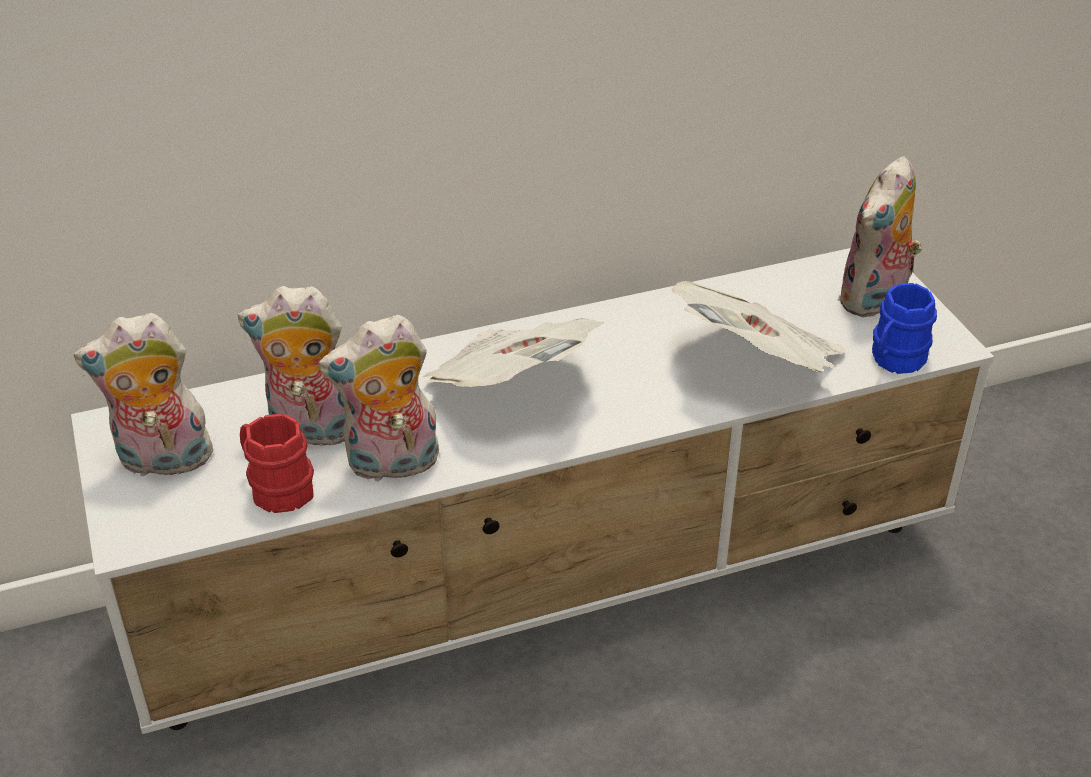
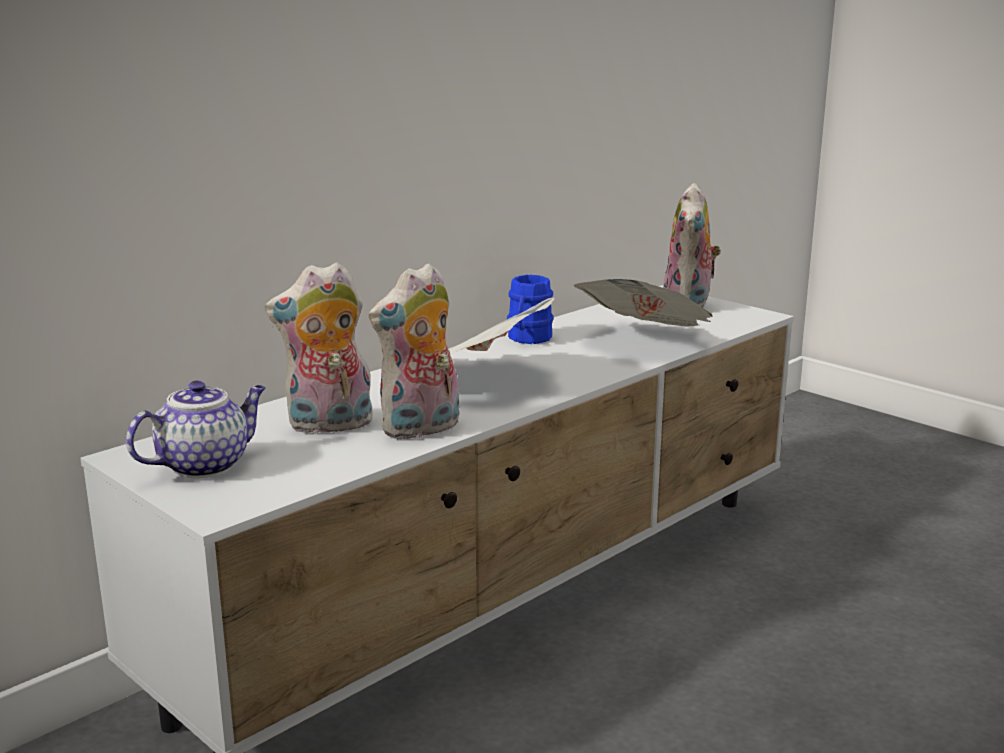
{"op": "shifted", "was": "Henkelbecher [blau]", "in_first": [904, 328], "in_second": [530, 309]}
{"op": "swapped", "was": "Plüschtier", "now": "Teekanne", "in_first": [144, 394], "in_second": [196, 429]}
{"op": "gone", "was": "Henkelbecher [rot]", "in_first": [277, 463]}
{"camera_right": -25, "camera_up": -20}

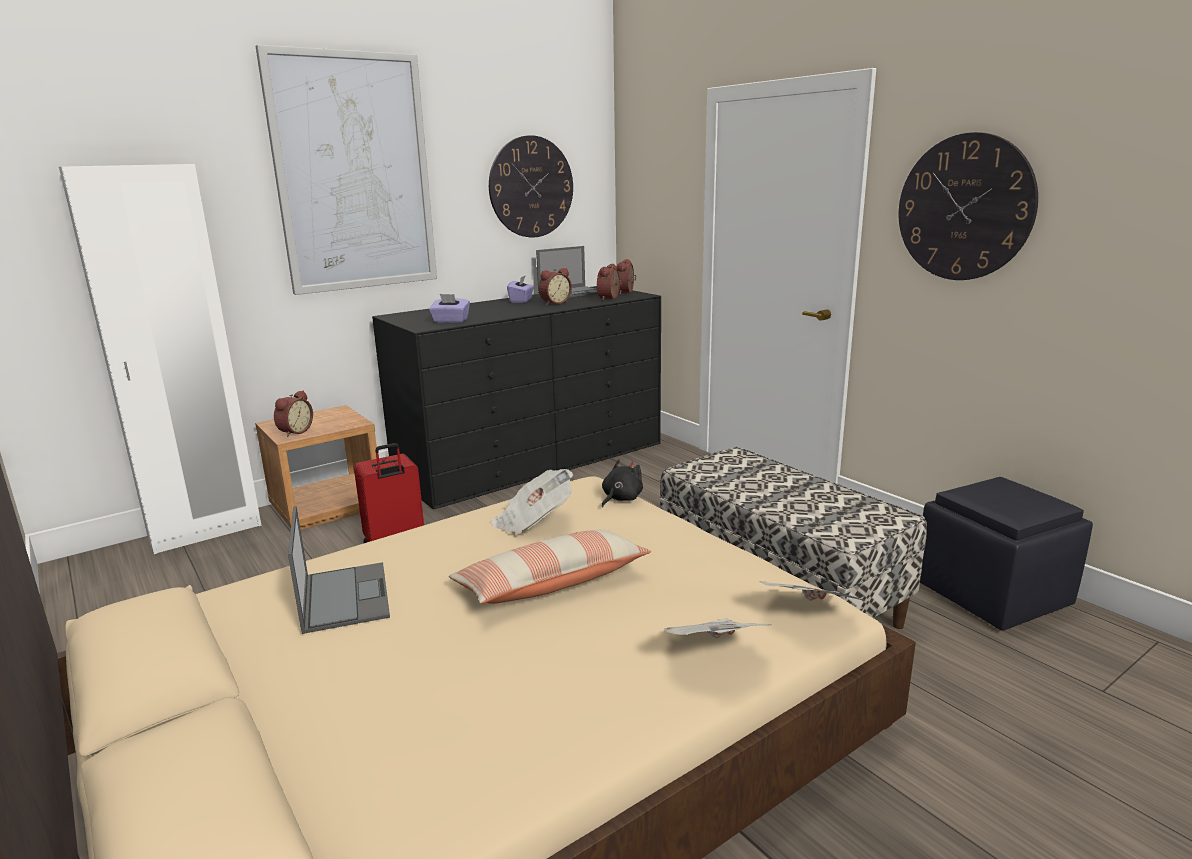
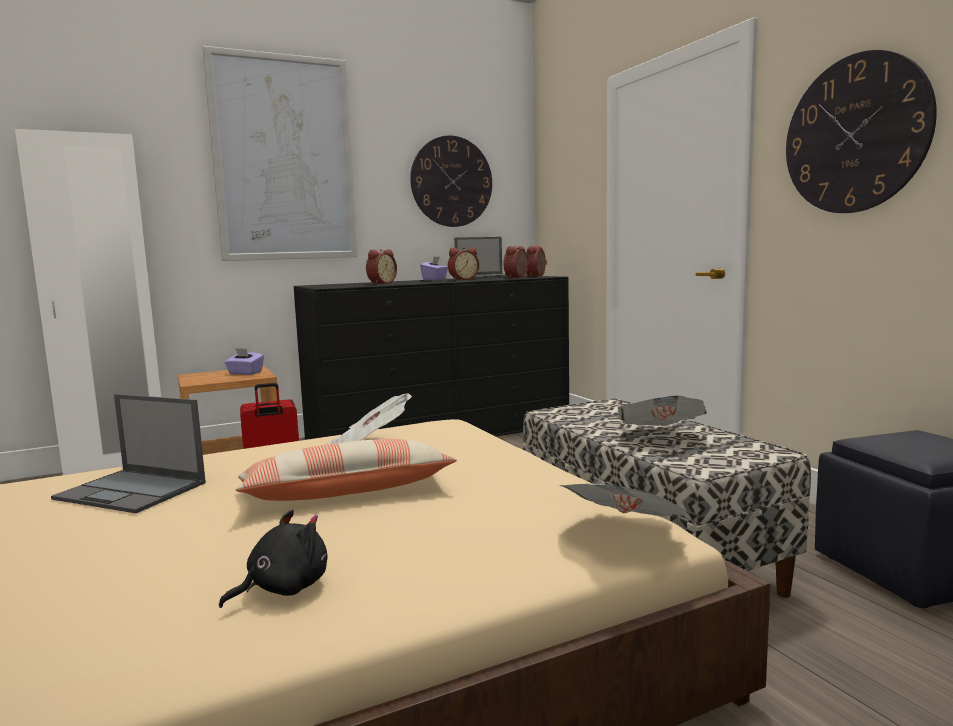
{"op": "shifted", "was": "Taschentuchbox [lila]", "in_first": [449, 308], "in_second": [244, 361]}
{"op": "shifted", "was": "Wecker", "in_first": [293, 413], "in_second": [381, 266]}
{"op": "shifted", "was": "Plüschtier [schwarz]", "in_first": [622, 484], "in_second": [273, 559]}
{"op": "rotated", "was": "Laptop", "in_first": [339, 570], "in_second": [128, 453], "clockwise": 120}
{"op": "shifted", "was": "Zeitung", "in_first": [716, 628], "in_second": [662, 411]}
{"camera_right": 10, "camera_up": -10}

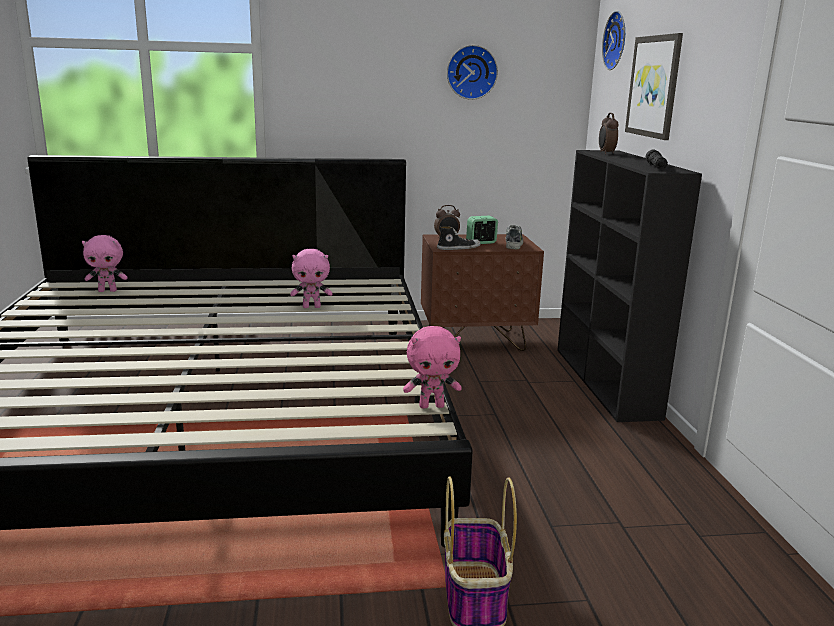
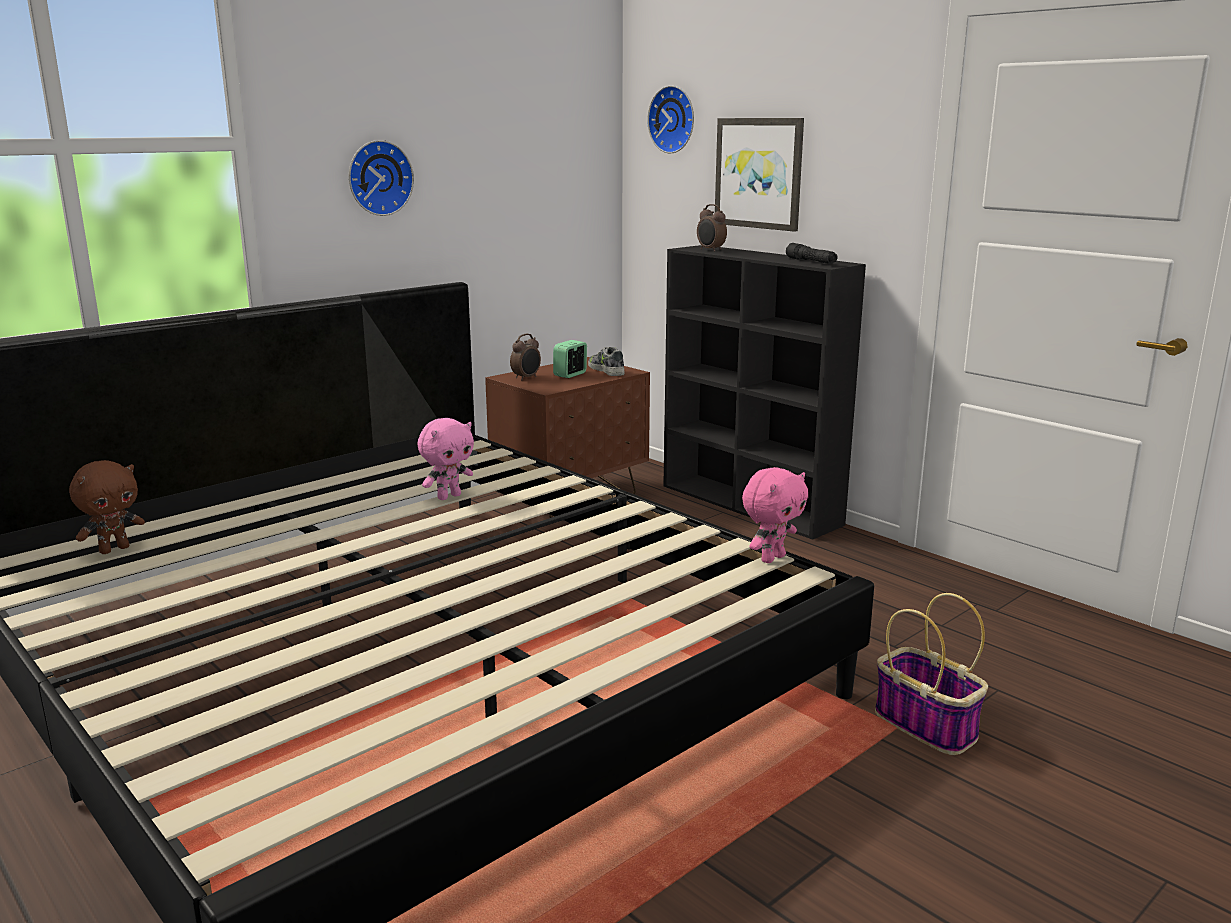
{"op": "shifted", "was": "Wanduhr", "in_first": [472, 72], "in_second": [381, 178]}
{"op": "gone", "was": "Schuh", "in_first": [459, 238]}
{"op": "repainted", "was": "Plüschtier [rosa]", "now": "Plüschtier [braun]", "in_first": [104, 263], "in_second": [107, 507]}
{"camera_right": -35, "camera_up": 0}

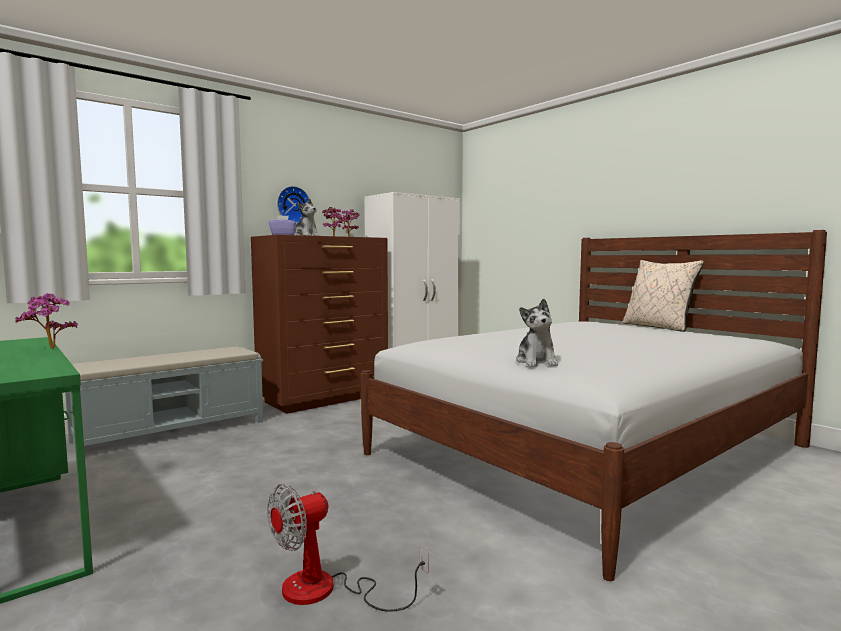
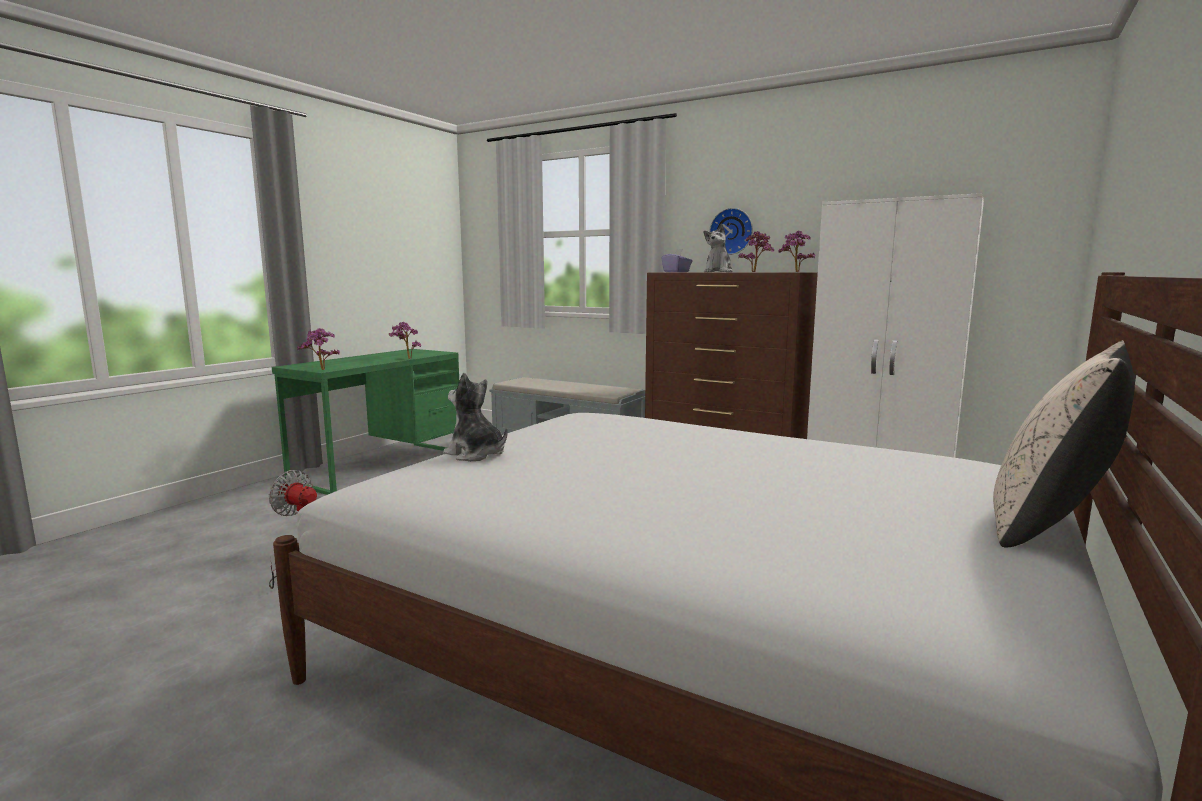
{"op": "rotated", "was": "Plüschtier", "in_first": [537, 332], "in_second": [475, 417], "clockwise": 60}
{"op": "new", "now": "Topfpflanze", "in_second": [318, 349]}
{"camera_right": 70, "camera_up": 5}

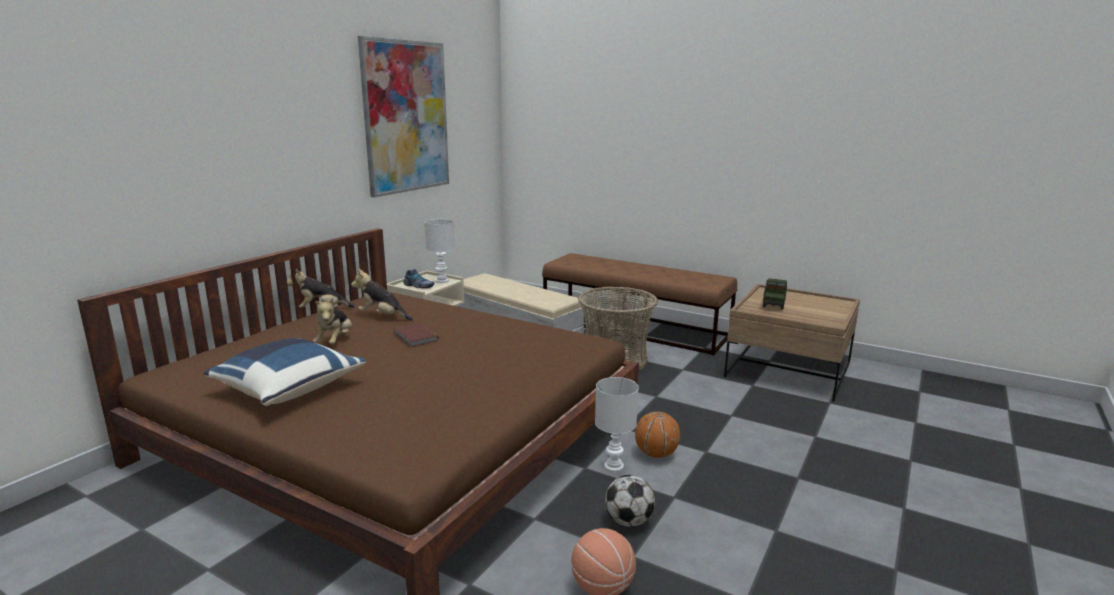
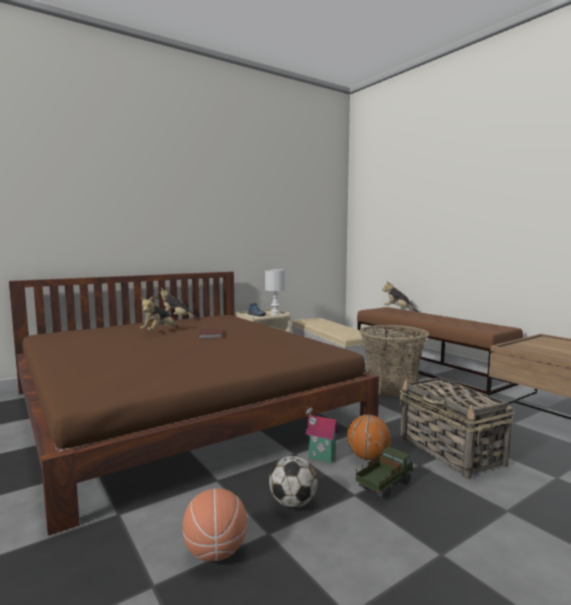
{"op": "gone", "was": "Bild", "in_first": [403, 117]}
{"op": "shifted", "was": "Plüschtier", "in_first": [382, 295], "in_second": [400, 296]}
{"op": "shifted", "was": "Spielzeuglaster", "in_first": [775, 293], "in_second": [385, 473]}
{"op": "gone", "was": "Kissen [blau]", "in_first": [284, 372]}
{"op": "swapped", "was": "Tischlampe [weiß]", "now": "Spielzeughaus", "in_first": [617, 424], "in_second": [322, 435]}
{"op": "new", "now": "Korb", "in_second": [456, 428]}
{"camera_right": 25, "camera_up": -10}

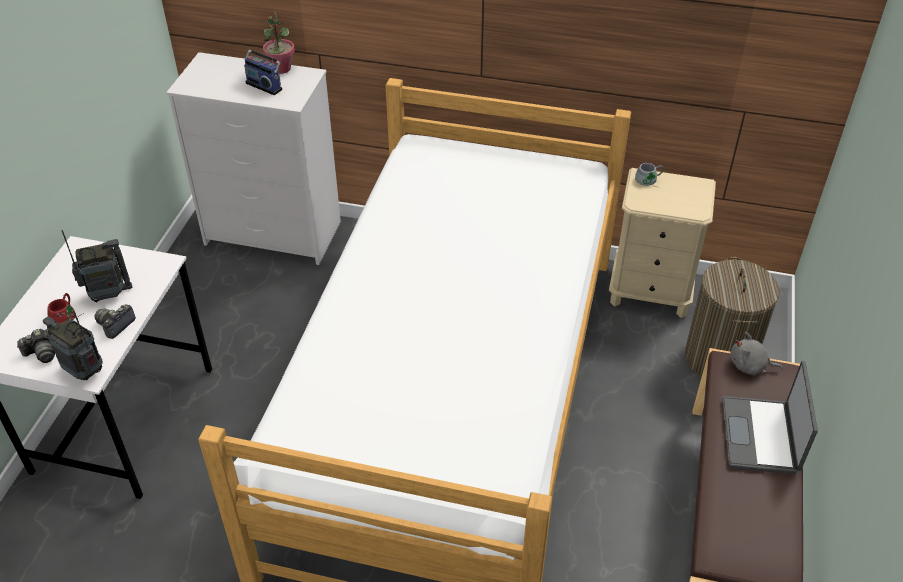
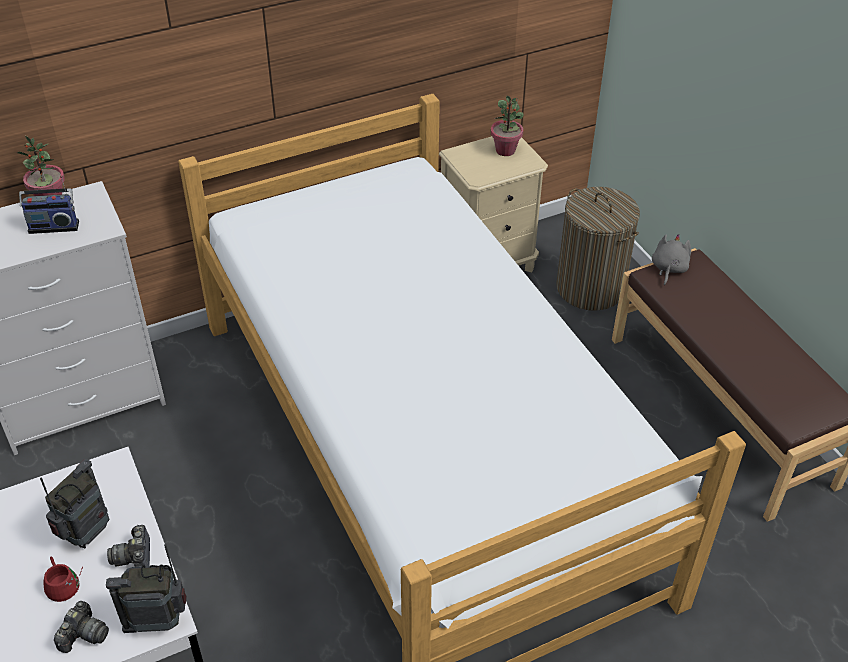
{"op": "gone", "was": "Henkelbecher [grau]", "in_first": [649, 175]}
{"op": "rotated", "was": "Plüschtier [grau]", "in_first": [756, 353], "in_second": [671, 259], "clockwise": 135}
{"op": "gone", "was": "Laptop", "in_first": [770, 417]}
{"op": "new", "now": "Topfpflanze", "in_second": [507, 126]}
{"camera_right": -40, "camera_up": 0}

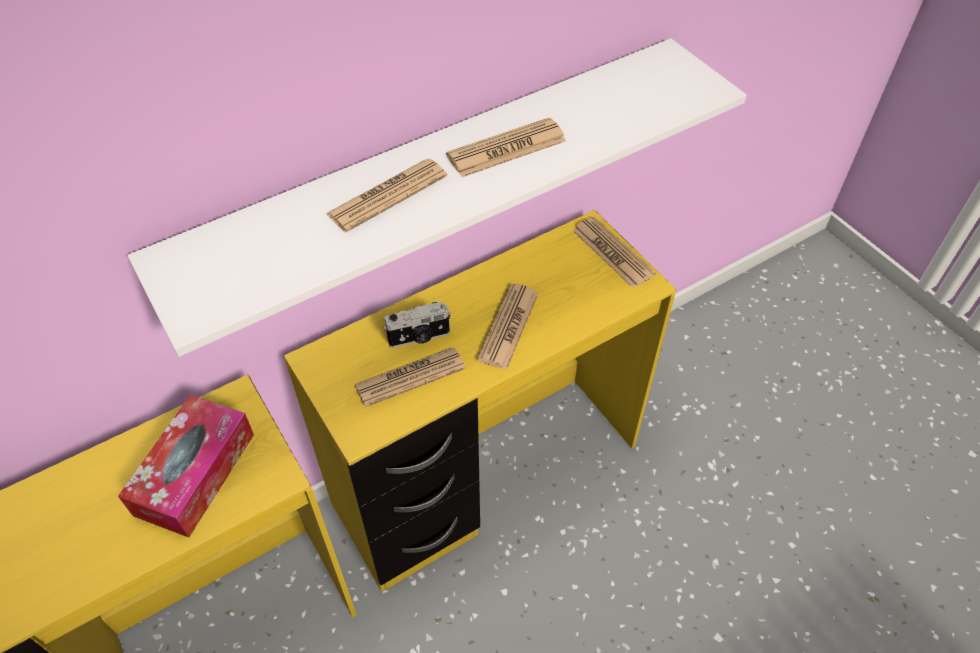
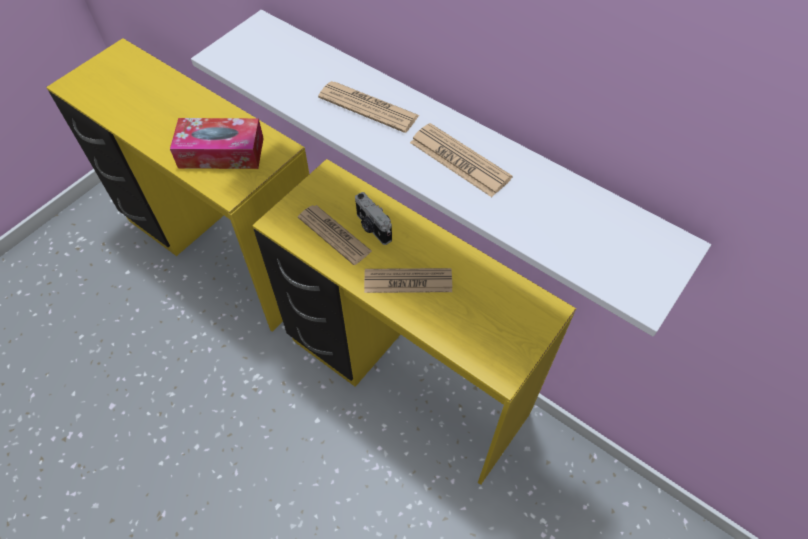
{"op": "gone", "was": "Zeitung", "in_first": [614, 252]}
{"camera_right": 70, "camera_up": 5}

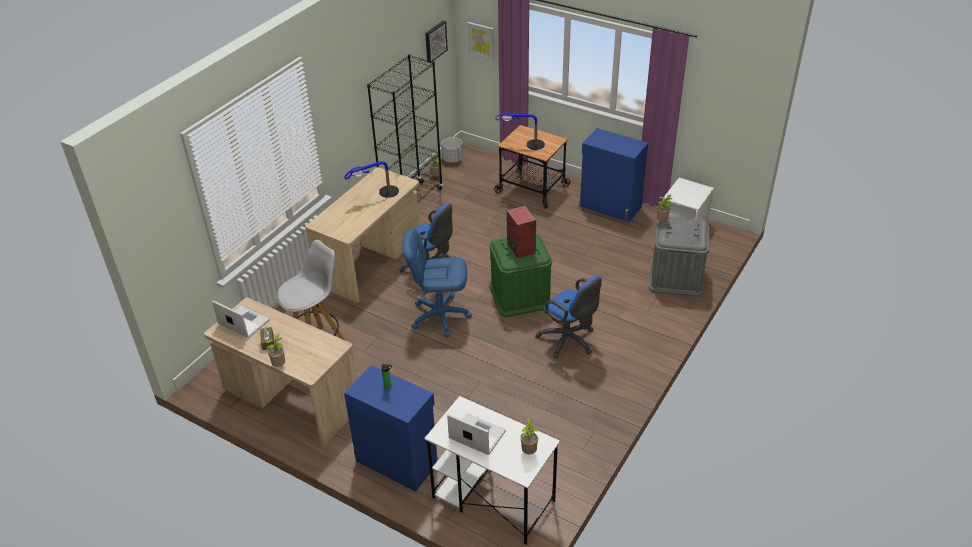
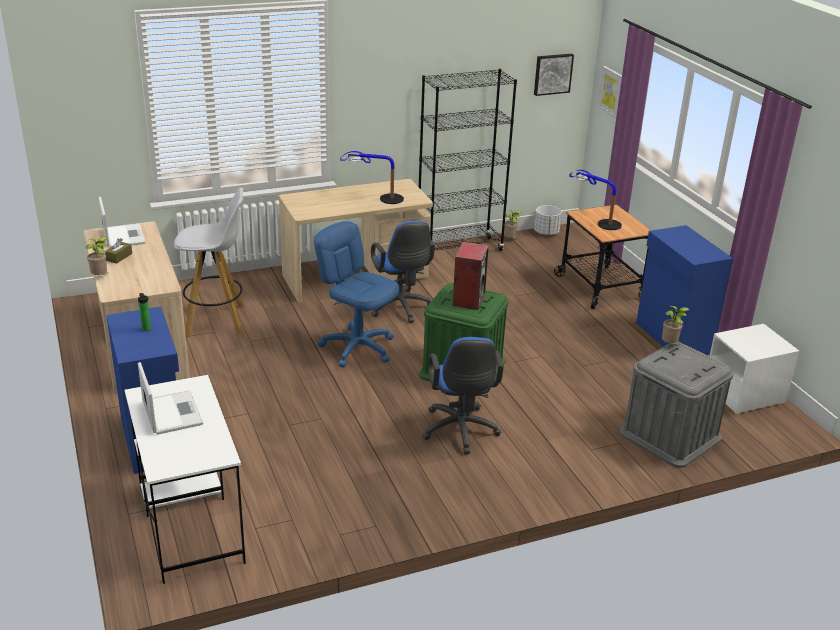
{"op": "gone", "was": "Topfpflanze", "in_first": [529, 436]}
{"camera_right": 35, "camera_up": -10}

